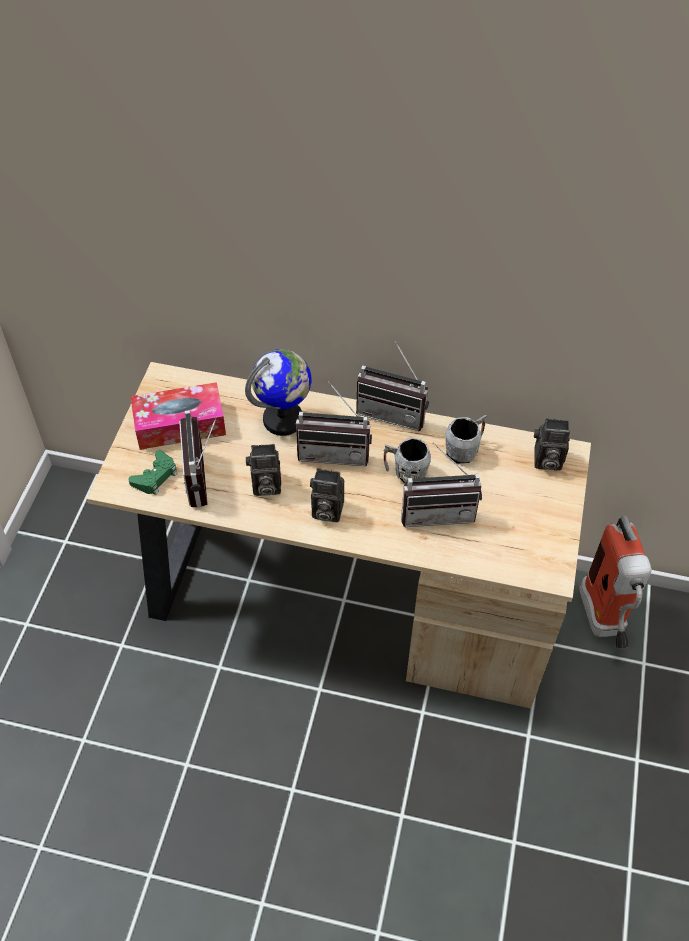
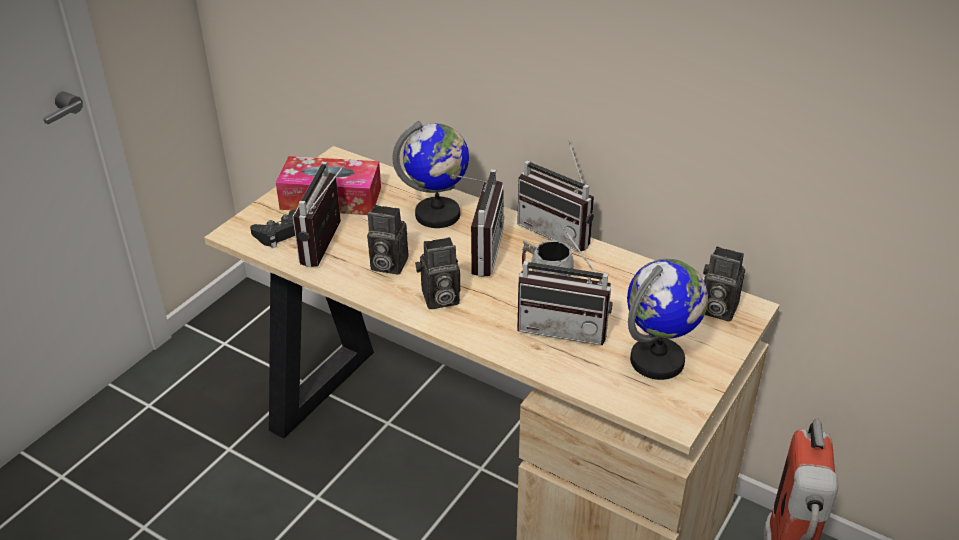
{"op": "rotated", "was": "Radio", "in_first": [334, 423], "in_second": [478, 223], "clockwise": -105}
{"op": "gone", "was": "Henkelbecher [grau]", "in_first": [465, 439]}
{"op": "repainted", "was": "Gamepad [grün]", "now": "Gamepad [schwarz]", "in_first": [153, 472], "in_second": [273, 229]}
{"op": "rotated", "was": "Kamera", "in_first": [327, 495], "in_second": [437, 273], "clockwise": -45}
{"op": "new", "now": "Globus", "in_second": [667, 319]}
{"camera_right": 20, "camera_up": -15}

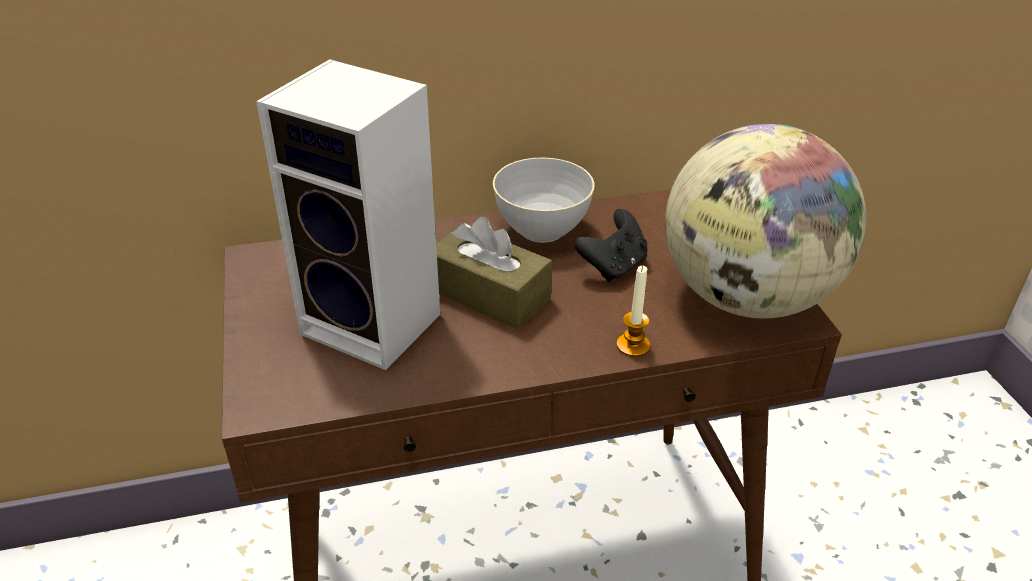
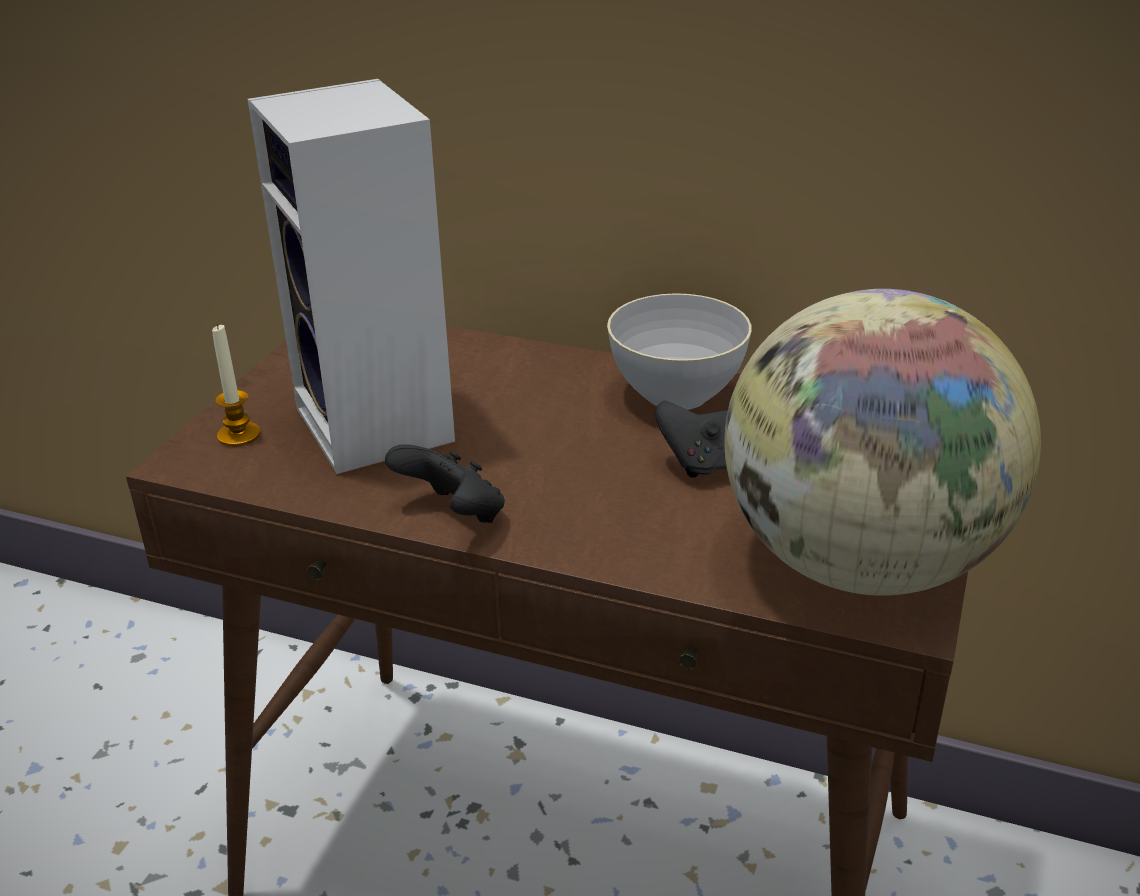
{"op": "gone", "was": "Taschentuchbox [braun]", "in_first": [494, 273]}
{"op": "shifted", "was": "Kerze", "in_first": [633, 311], "in_second": [236, 385]}
{"op": "new", "now": "Gamepad [schwarz]", "in_second": [445, 483]}
{"camera_right": 35, "camera_up": -5}

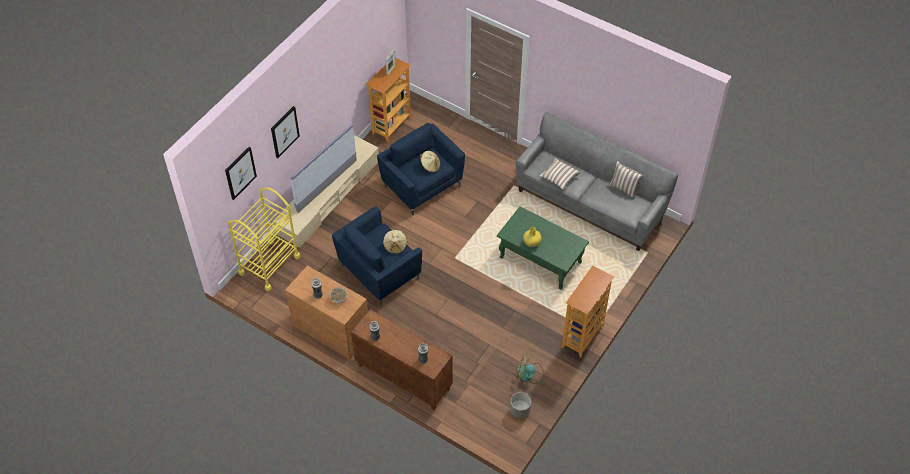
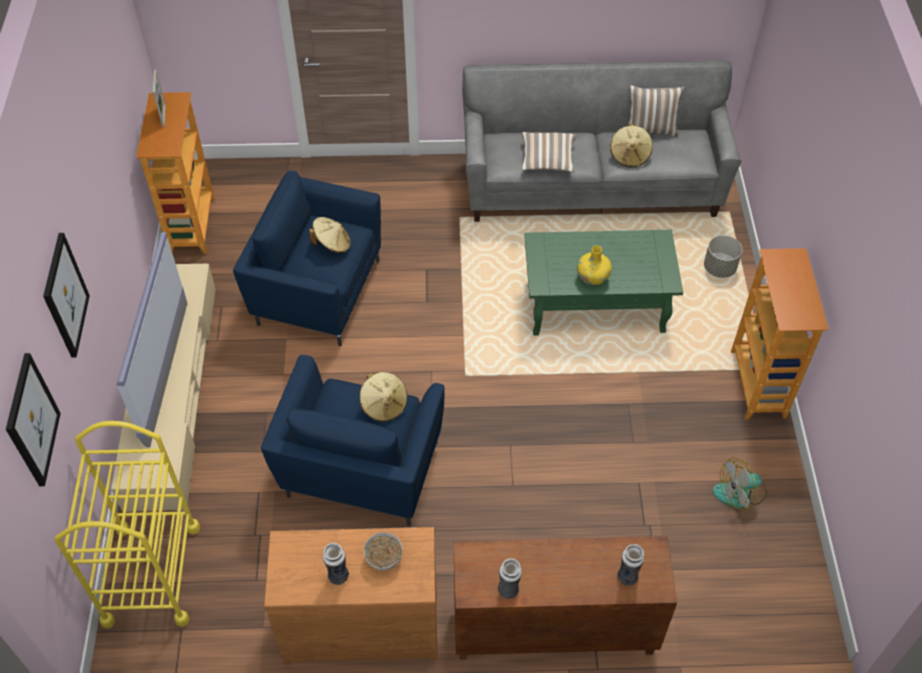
{"op": "shifted", "was": "Pflanzkübel [grau]", "in_first": [520, 405], "in_second": [723, 256]}
{"op": "new", "now": "Hut [beige]", "in_second": [631, 145]}
{"camera_right": -35, "camera_up": 0}

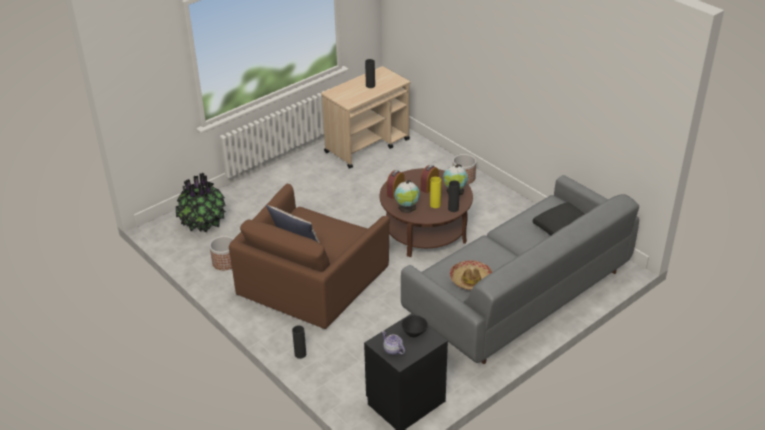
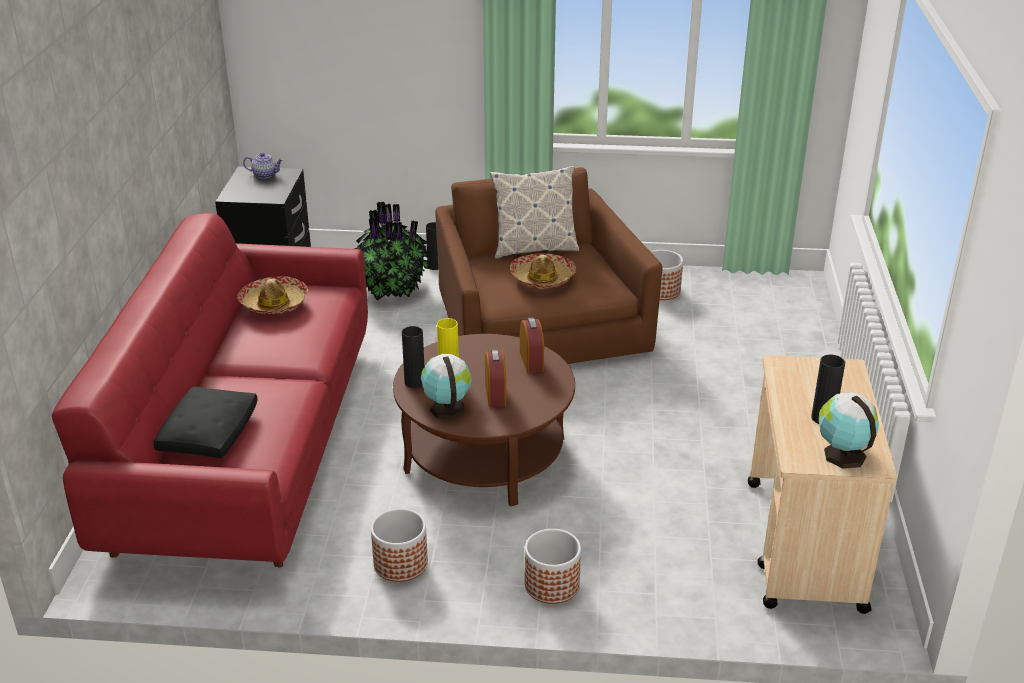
{"op": "shifted", "was": "Topfpflanze", "in_first": [201, 202], "in_second": [392, 251]}
{"op": "repainted", "was": "Sofa [grau]", "now": "Sofa [rot]", "in_first": [520, 269], "in_second": [210, 390]}
{"op": "shifted", "was": "Globus", "in_first": [407, 196], "in_second": [849, 430]}
{"op": "gone", "was": "Schüssel [schwarz]", "in_first": [415, 326]}
{"op": "new", "now": "Hut", "in_second": [543, 271]}
{"op": "new", "now": "Pflanzkübel", "in_second": [399, 545]}
{"camera_right": 135, "camera_up": -5}

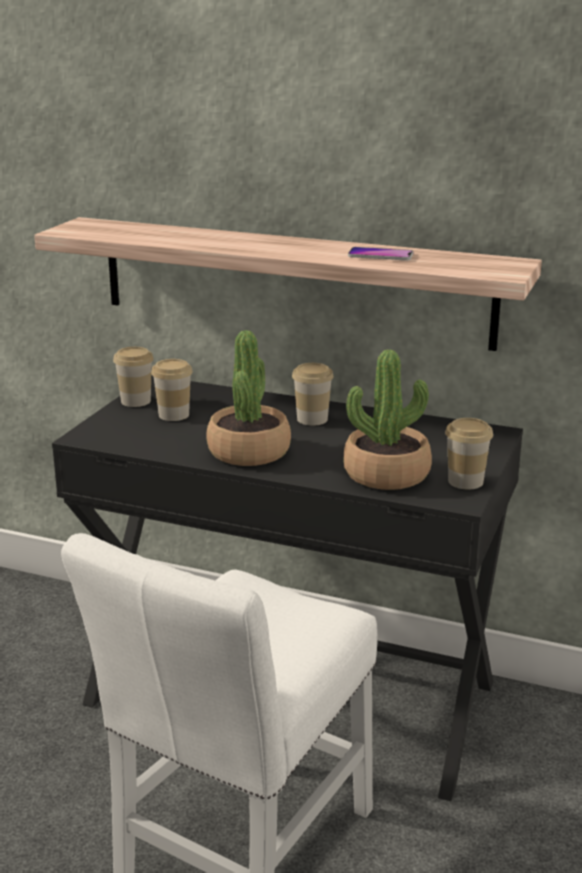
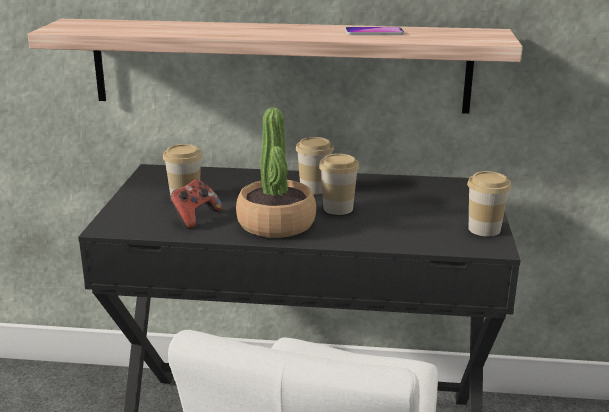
{"op": "shifted", "was": "Tasse", "in_first": [133, 377], "in_second": [339, 184]}
{"op": "gone", "was": "Topfpflanze", "in_first": [388, 420]}
{"op": "new", "now": "Gamepad", "in_second": [195, 204]}
{"camera_right": -15, "camera_up": 0}

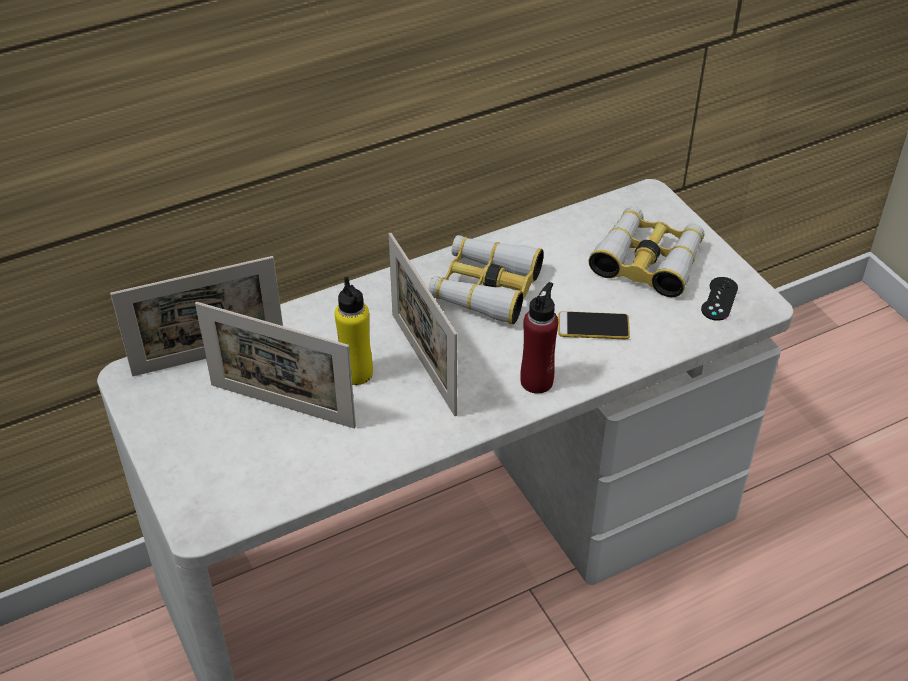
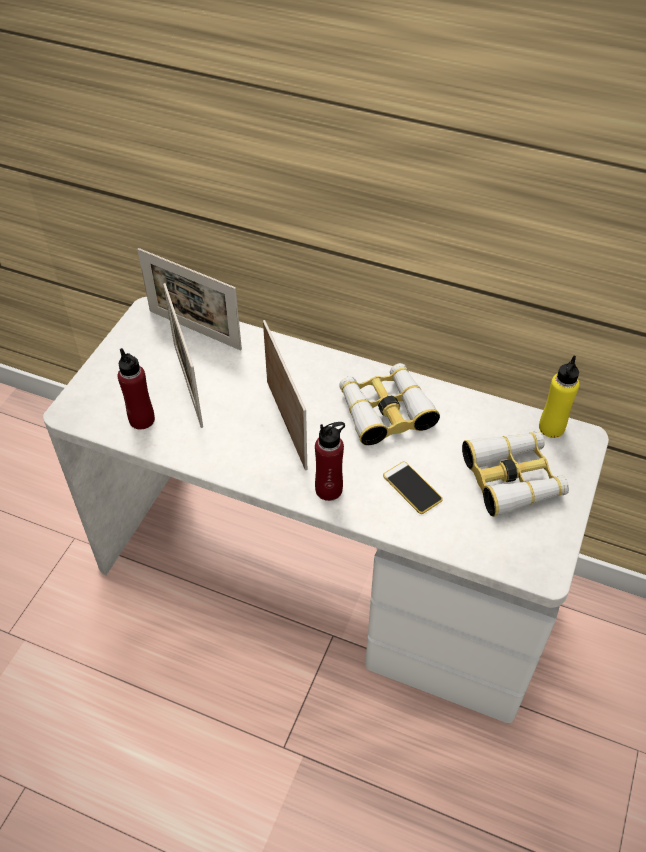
{"op": "rotated", "was": "Bilderrahmen", "in_first": [423, 324], "in_second": [285, 395], "clockwise": 135}
{"op": "shifted", "was": "Flasche [gelb]", "in_first": [354, 331], "in_second": [559, 396]}
{"op": "gone", "was": "Gamepad [schwarz]", "in_first": [719, 299]}
{"op": "new", "now": "Flasche [rot]", "in_second": [136, 389]}
{"camera_right": 50, "camera_up": 5}

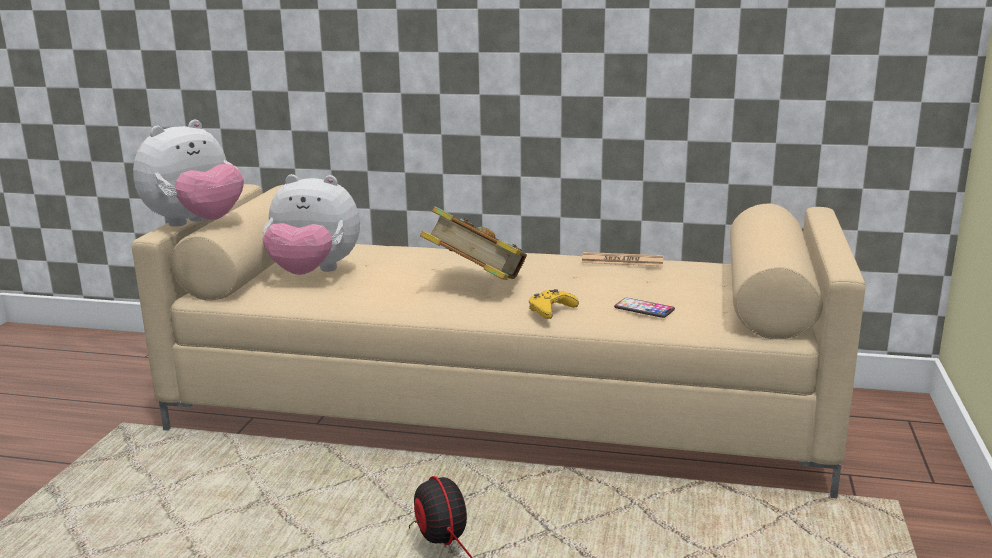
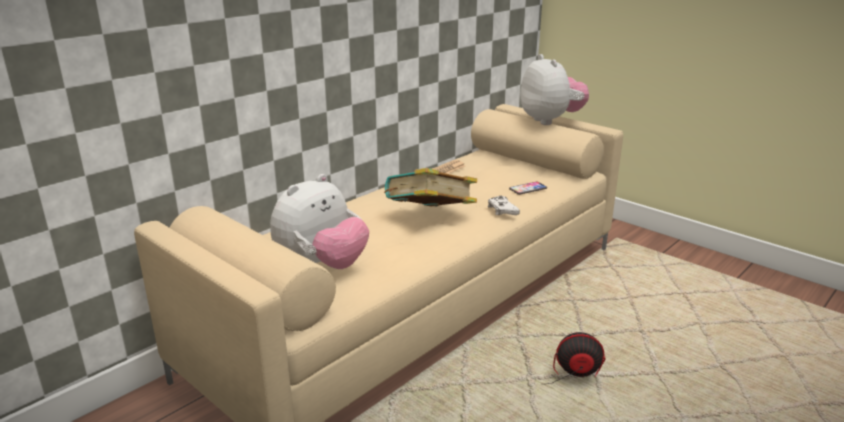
{"op": "shifted", "was": "Plüschtier", "in_first": [188, 173], "in_second": [554, 89]}
{"op": "repainted", "was": "Gamepad [gelb]", "now": "Gamepad [weiß]", "in_first": [554, 304], "in_second": [504, 205]}
{"camera_right": -60, "camera_up": 5}

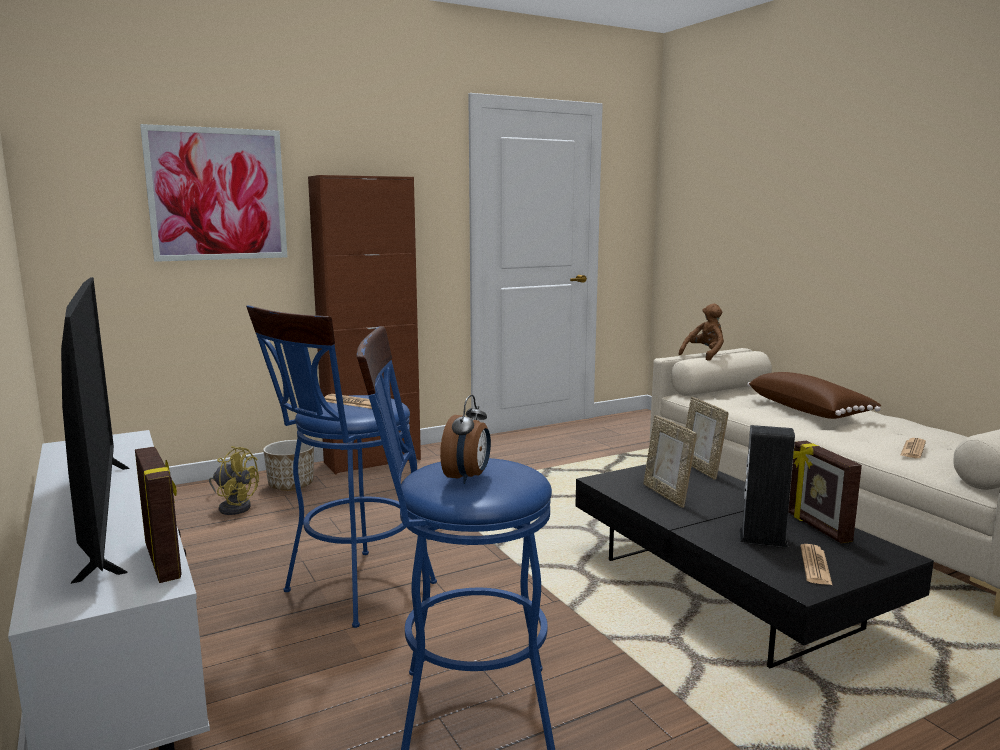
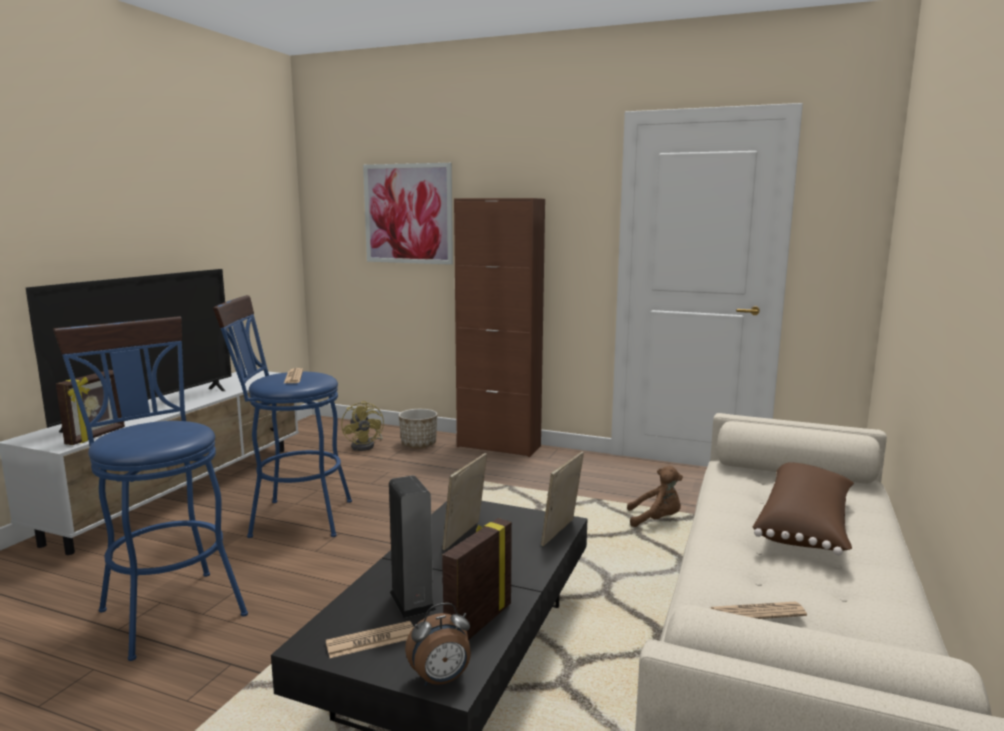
{"op": "shifted", "was": "Plüschtier [braun]", "in_first": [701, 332], "in_second": [655, 496]}
{"op": "shifted", "was": "Wecker", "in_first": [465, 439], "in_second": [438, 644]}
{"camera_right": 50, "camera_up": 0}

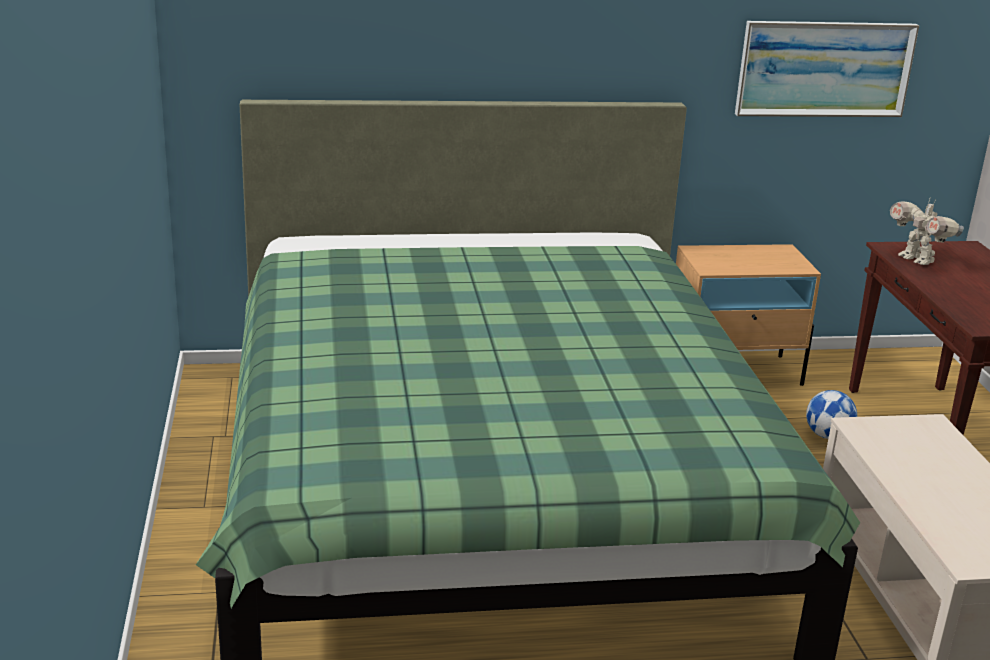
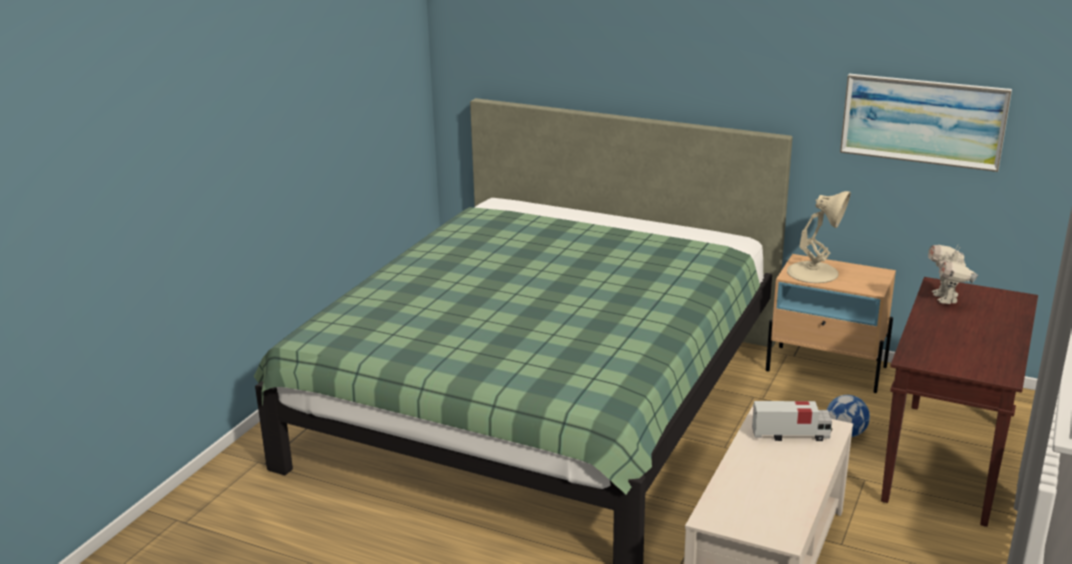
{"op": "new", "now": "Tischlampe [beige]", "in_second": [819, 237]}
{"op": "new", "now": "Spielzeuglaster", "in_second": [792, 421]}
{"camera_right": 35, "camera_up": 0}

